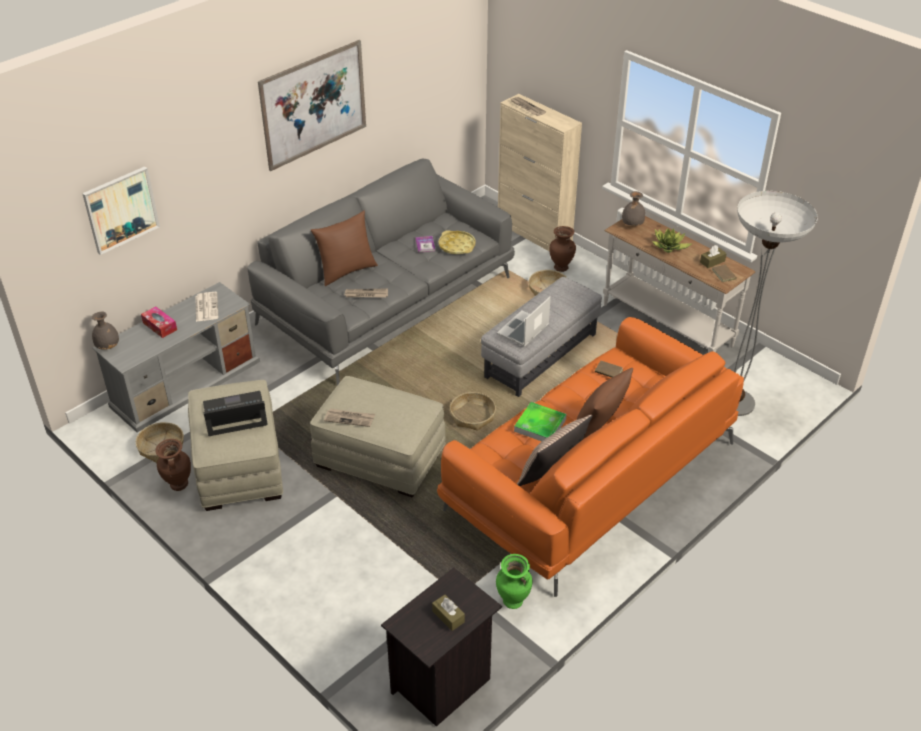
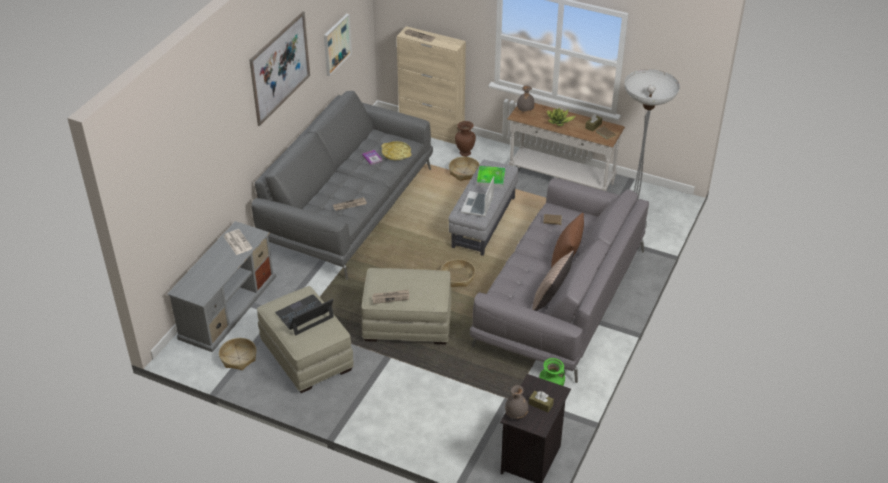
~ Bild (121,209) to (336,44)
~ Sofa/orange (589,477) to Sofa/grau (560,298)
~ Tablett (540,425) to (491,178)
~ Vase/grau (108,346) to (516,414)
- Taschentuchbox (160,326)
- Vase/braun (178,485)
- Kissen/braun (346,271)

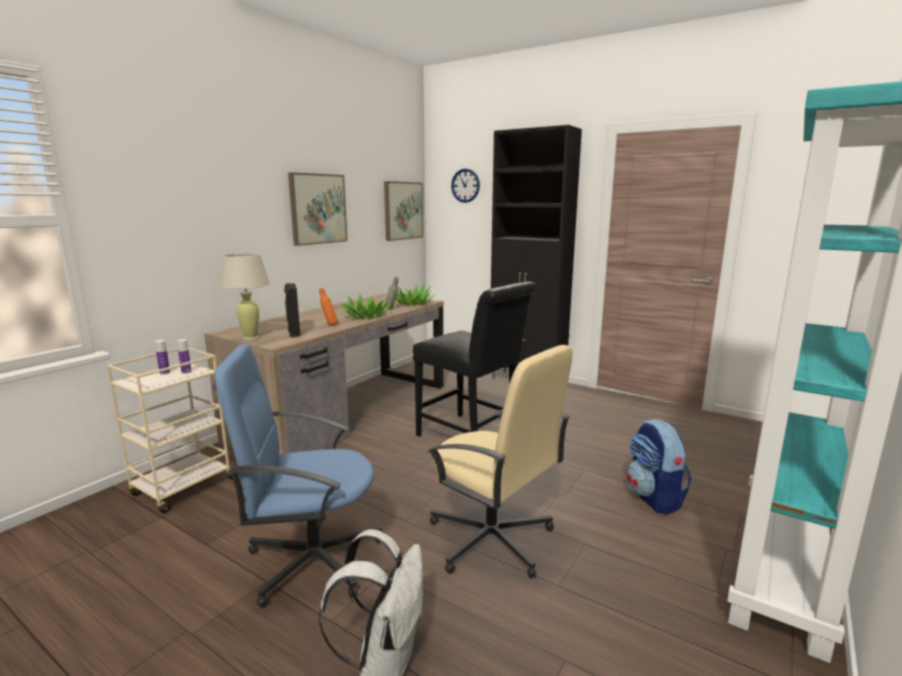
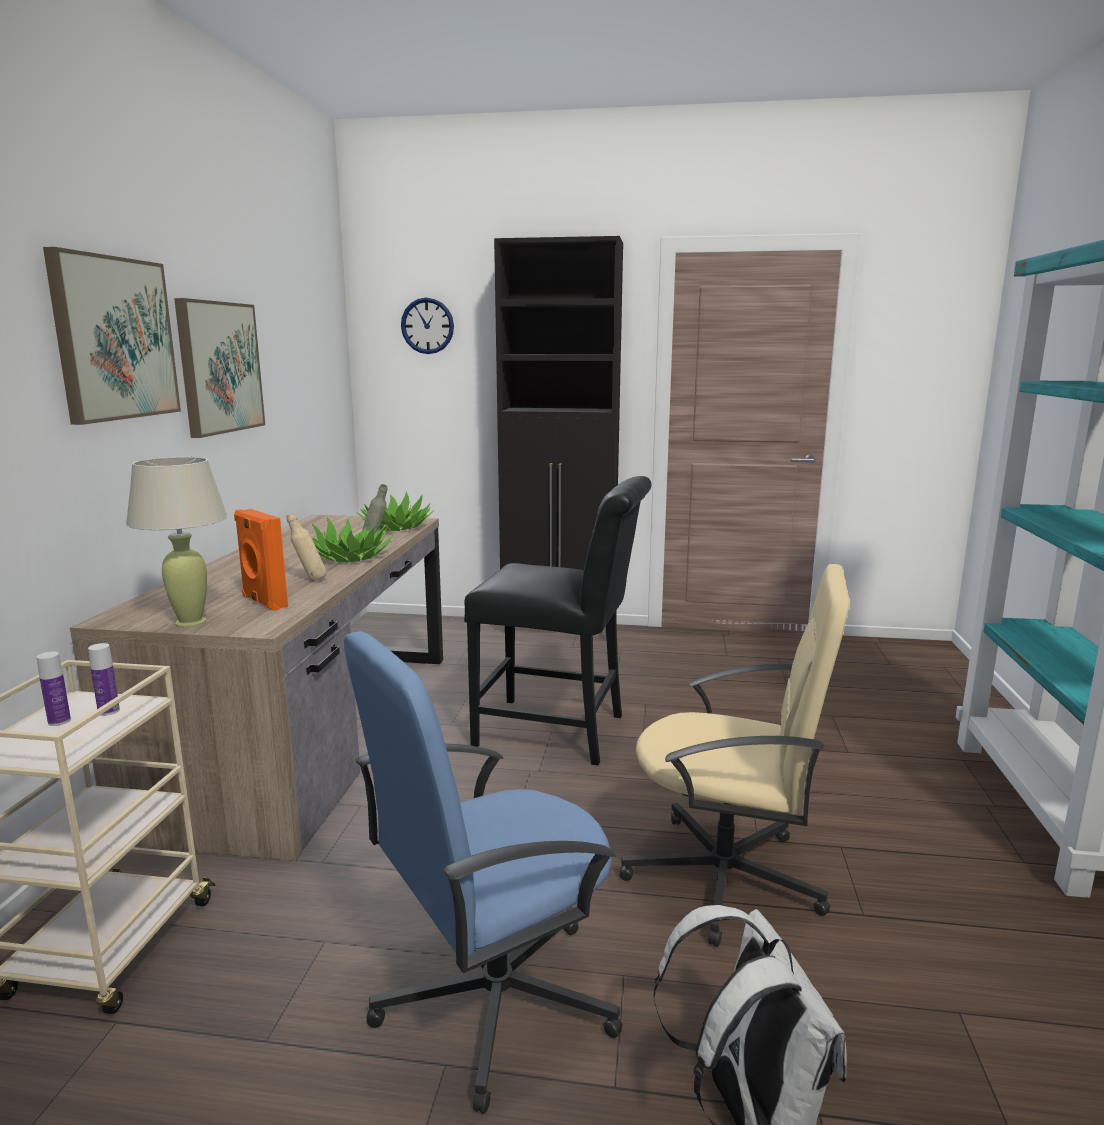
~ Bild (403,210) to (114,338)
~ Lautsprecher/schwarz (293,333) to Lautsprecher/orange (263,602)
~ Flasche/orange (329,325) to Flasche/beige (309,580)
- Rucksack (654,498)

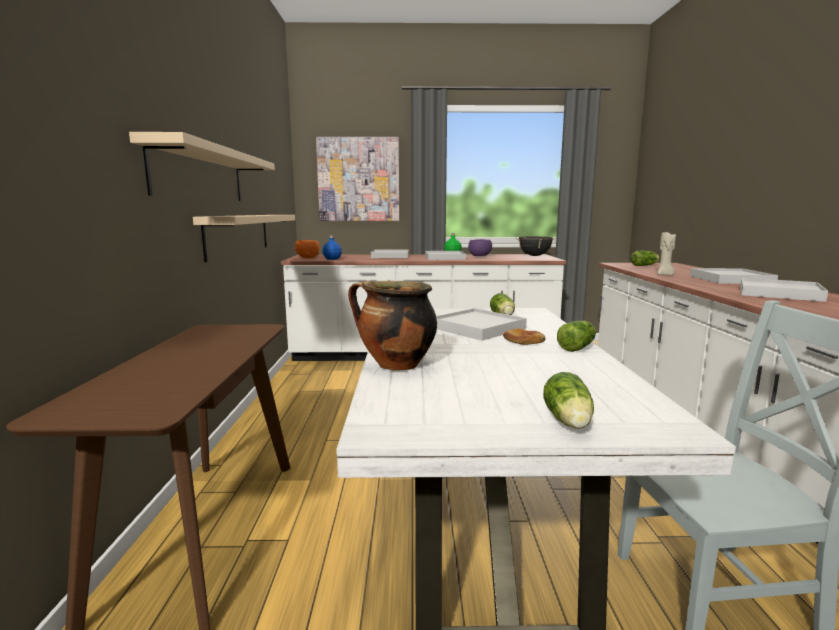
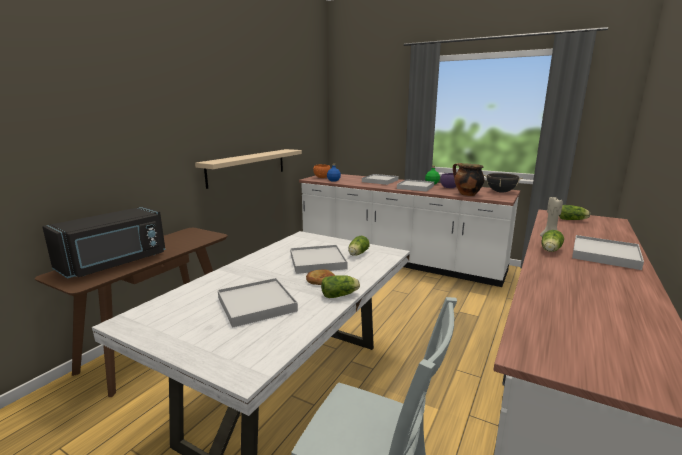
+ Mikrowelle/schwarz (115,263)
~ Tablett/weiß (779,293) to (257,304)
~ Kochtopf (395,365) to (466,194)
~ Salatkopf (568,422) to (550,250)
- Wandregal/beige (201,175)
- Bild (358,179)

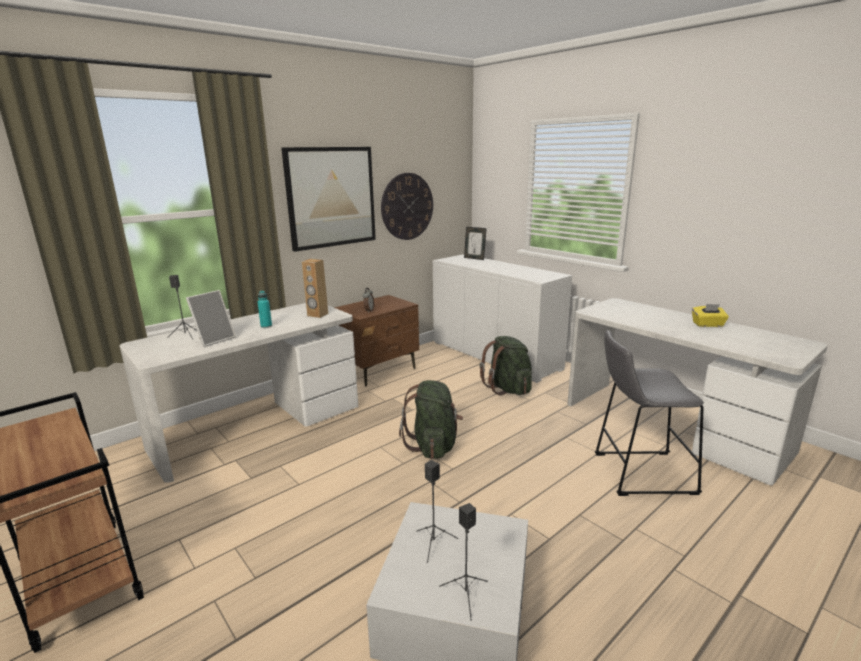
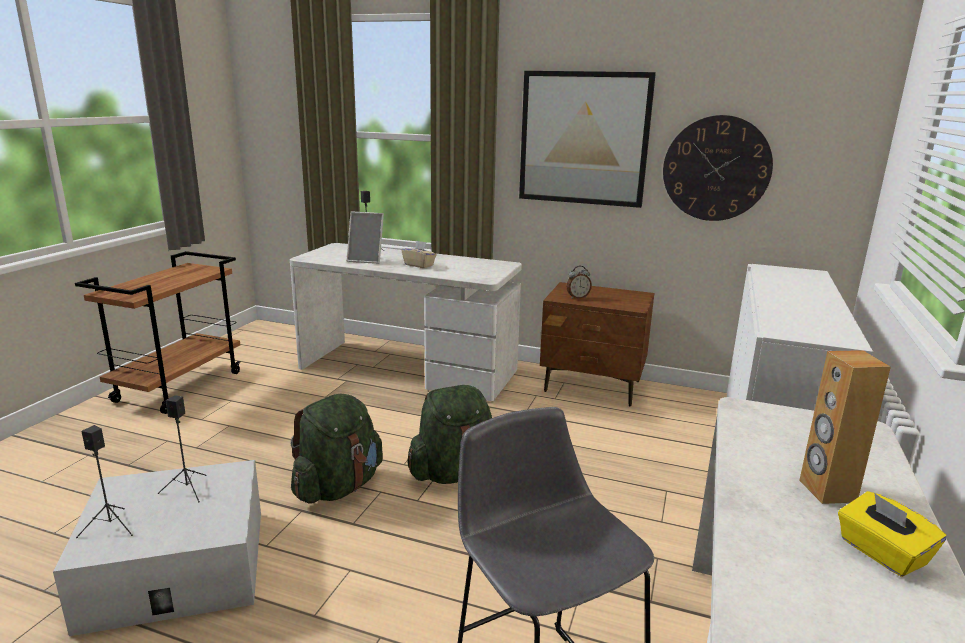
~ Rucksack/grün (508,389) to (338,487)
~ Flasche/türkis (266,326) to Taschentuchbox/beige (419,265)
~ Lautsprecher/braun (317,315) to (826,491)
- Bilderrahmen (474,258)

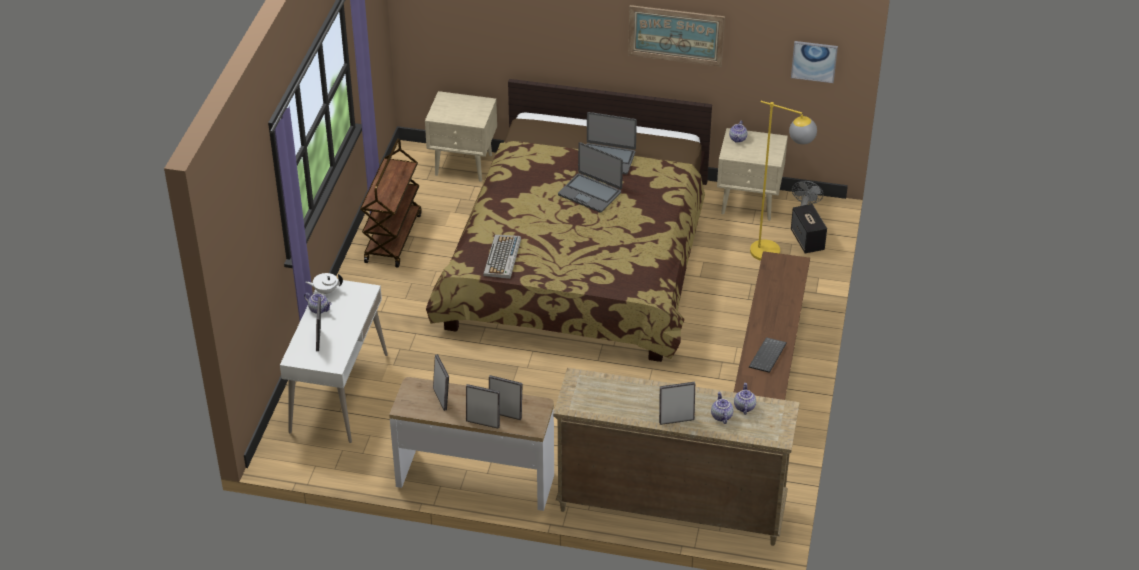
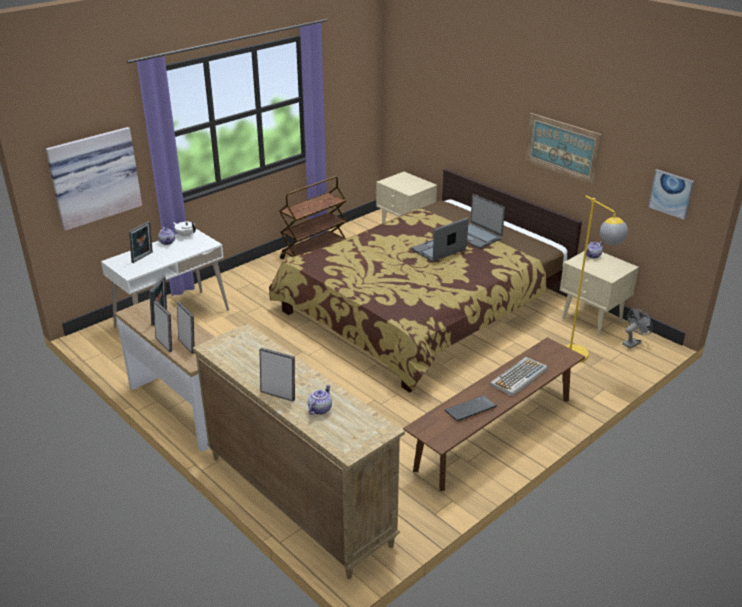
+ Bild (94,177)
~ Laptop (590,193) = (439,250) 75 degrees clockwise
~ Tastatur (502,258) to (518,377)
- Teekanne (743,407)
- Lautsprecher (807,240)

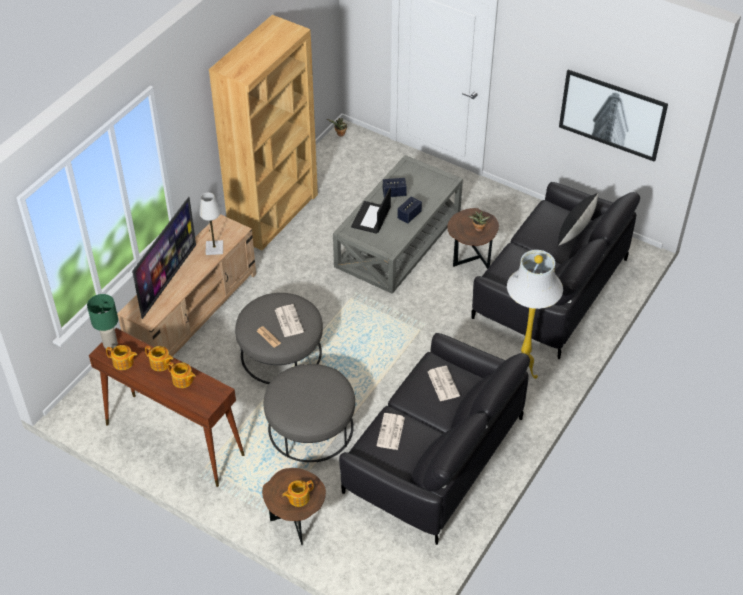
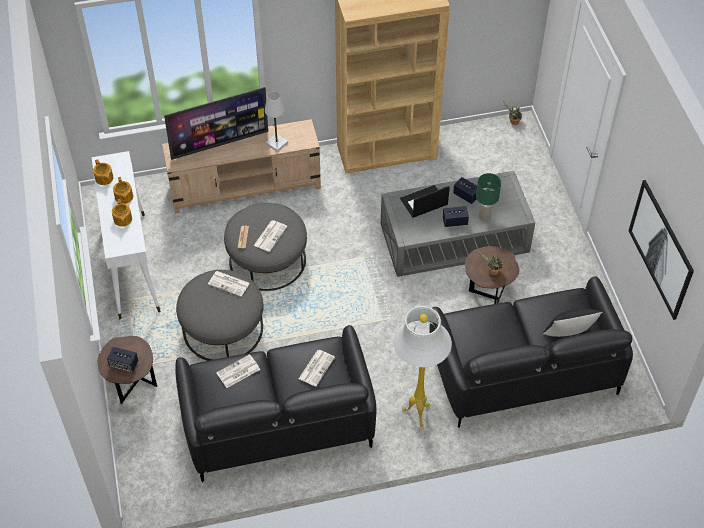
~ Konsolentisch/braun (173,439) to Konsolentisch/weiß (132,264)
~ Teekanne (298,497) to Lautsprecher (124,364)
+ Zeitung (229,284)
~ Tischlampe/grün (110,344) to (484,216)

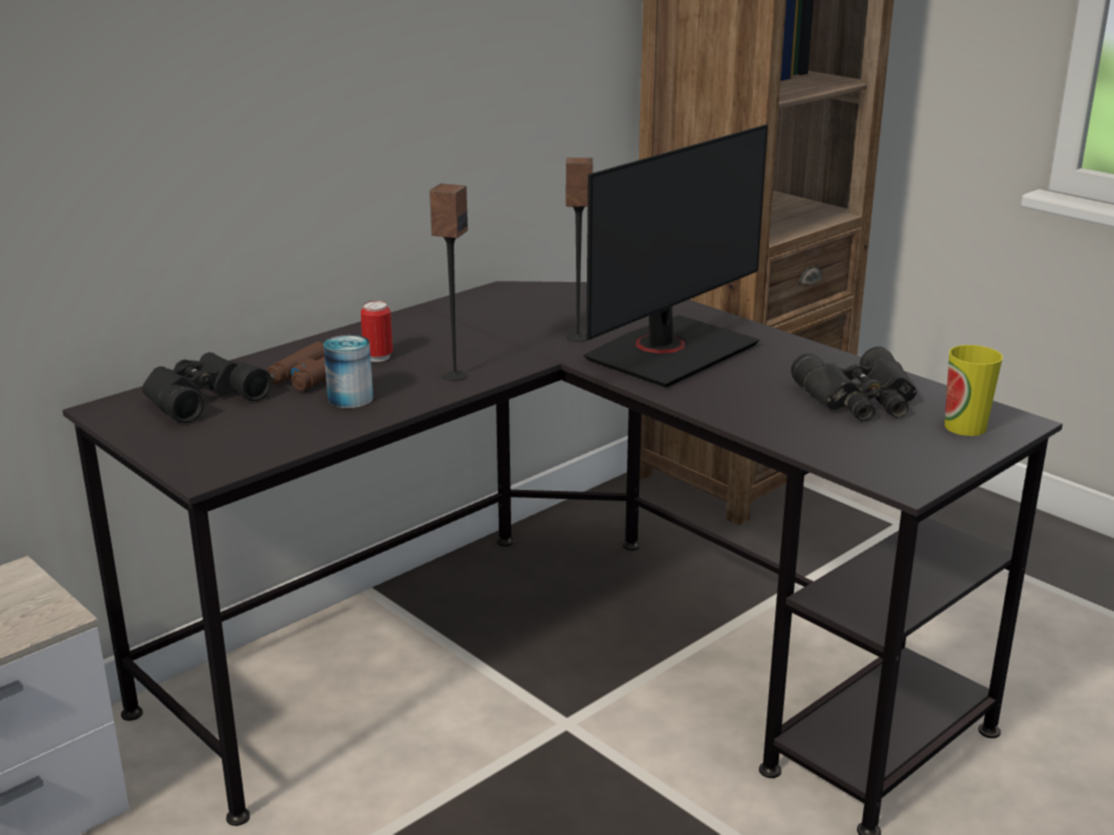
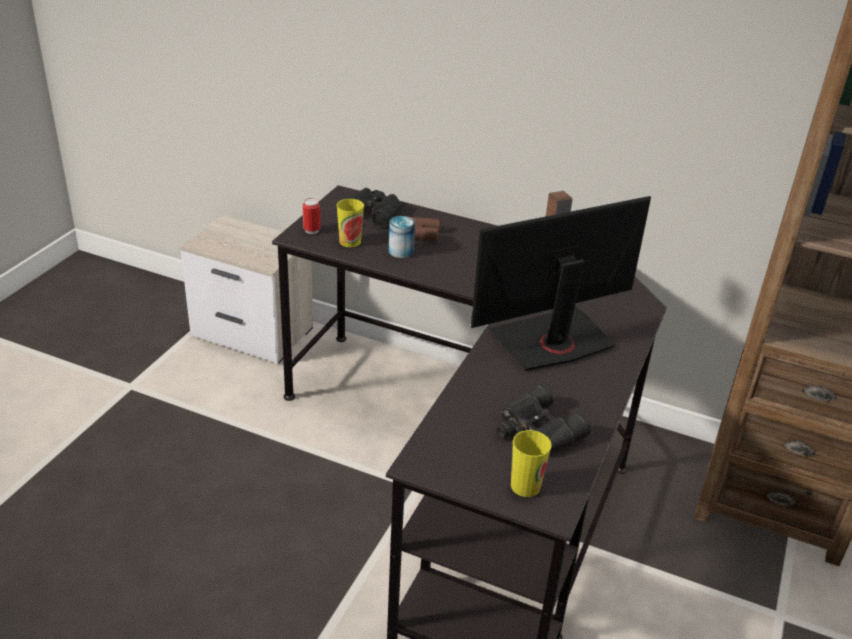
~ Dose (378,357) to (312,230)
+ Tasse (350,241)
~ Monitor (670,352) = (552,341) 135 degrees clockwise
- Lautsprecher (454,376)

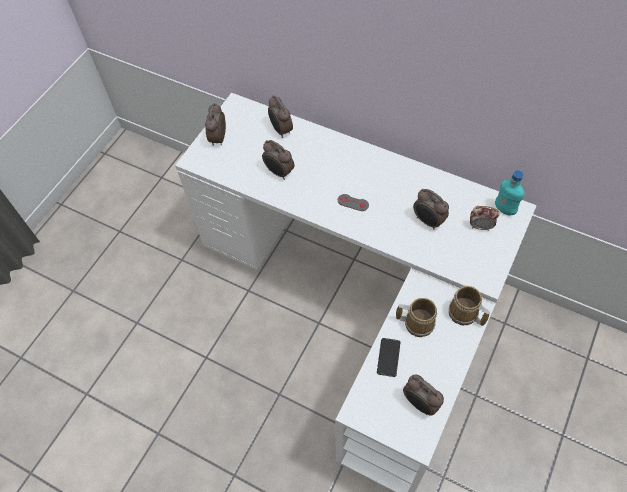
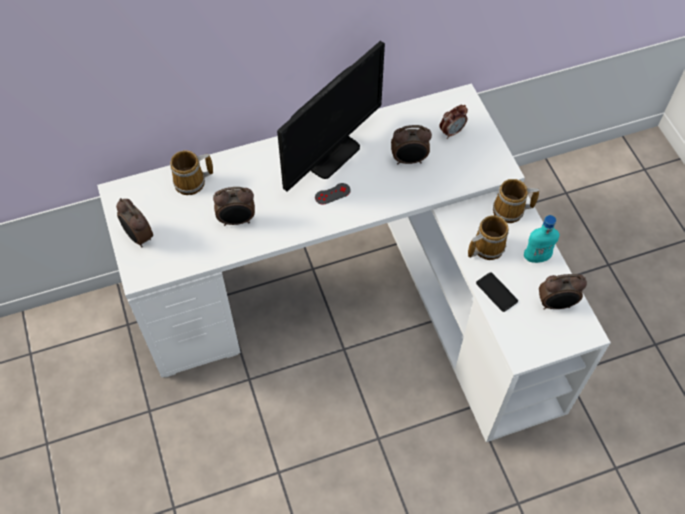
~ Wecker (281,130) to Henkelbecher (192,182)
+ Monitor (330,154)
~ Flasche/türkis (504,209) to (536,257)

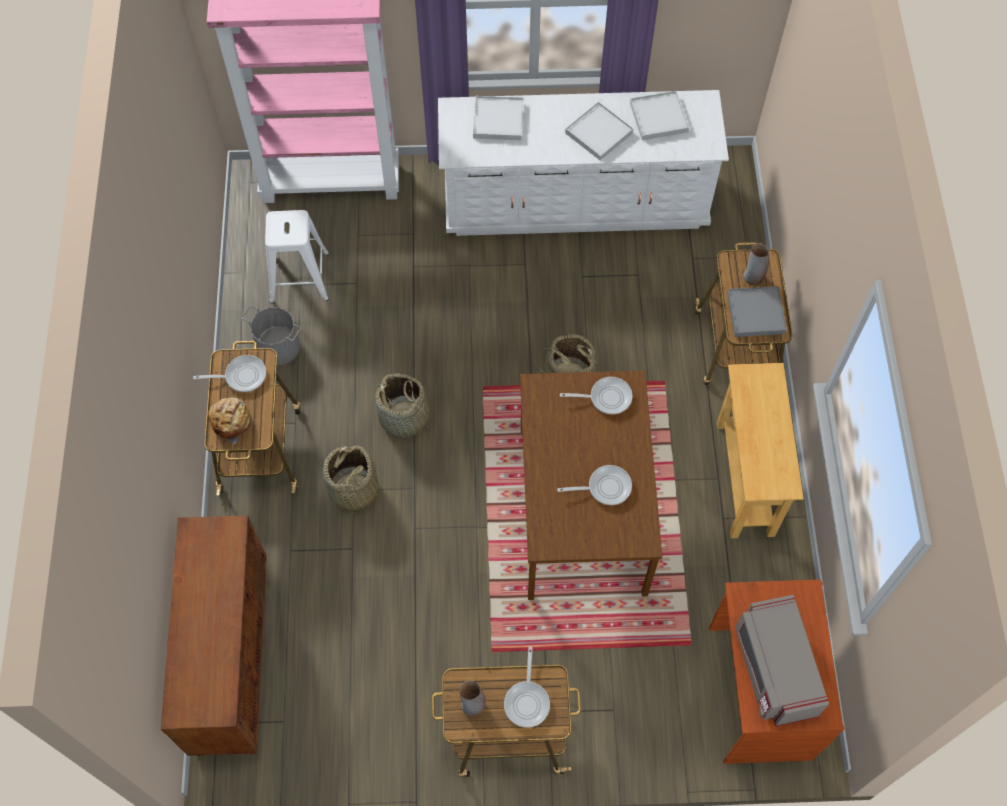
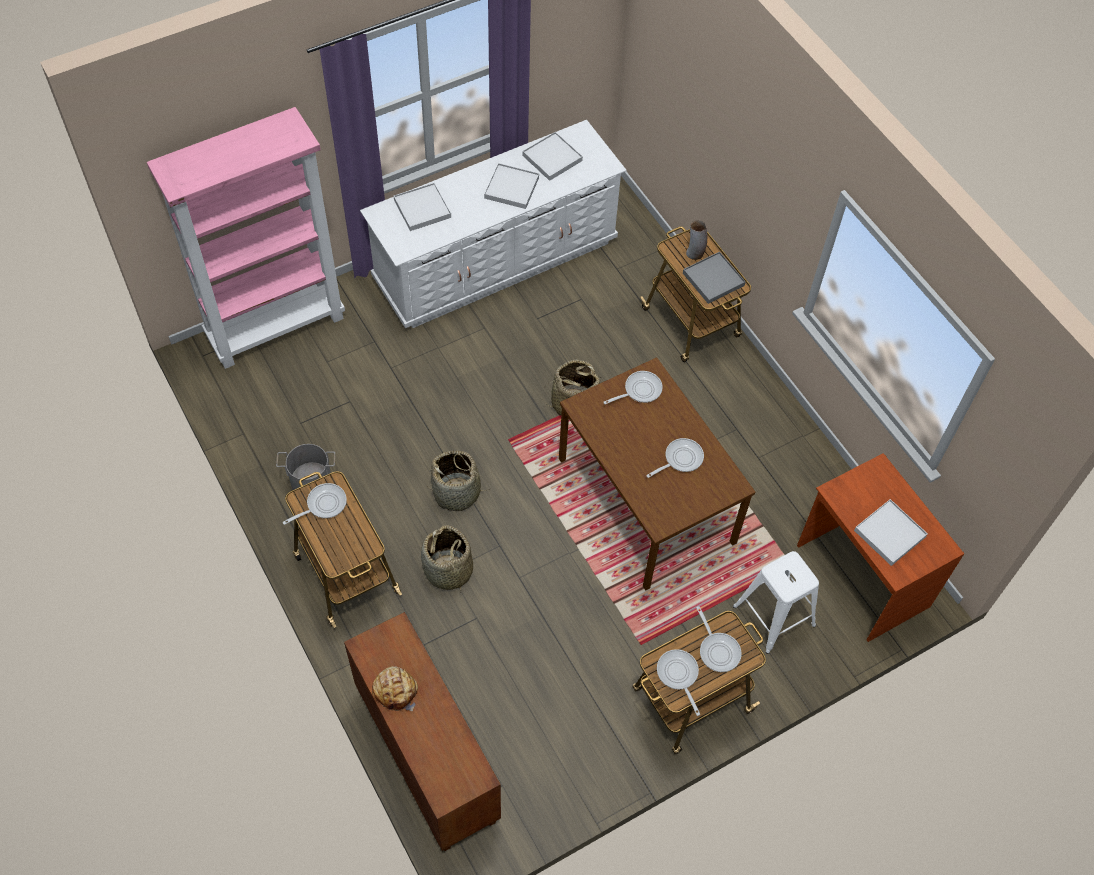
~ Brot (231,421) to (396,690)
~ Vase (473,706) to Pfanne (678,675)
~ Hocker/weiß (298,276) to (773,615)
~ Mikrowelle/grau (774,669) to Tablett/weiß (890,534)
- Konsolentisch/beige (745,478)

